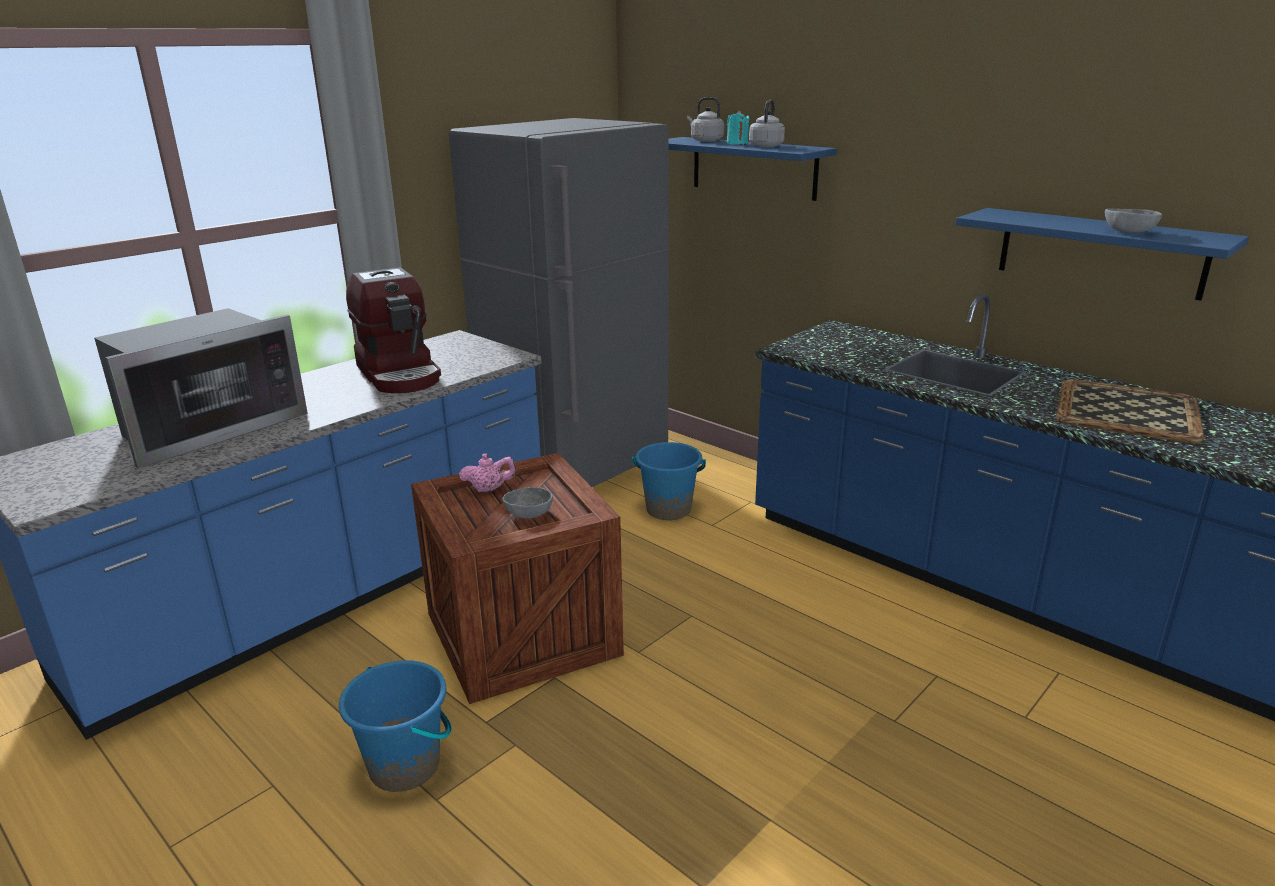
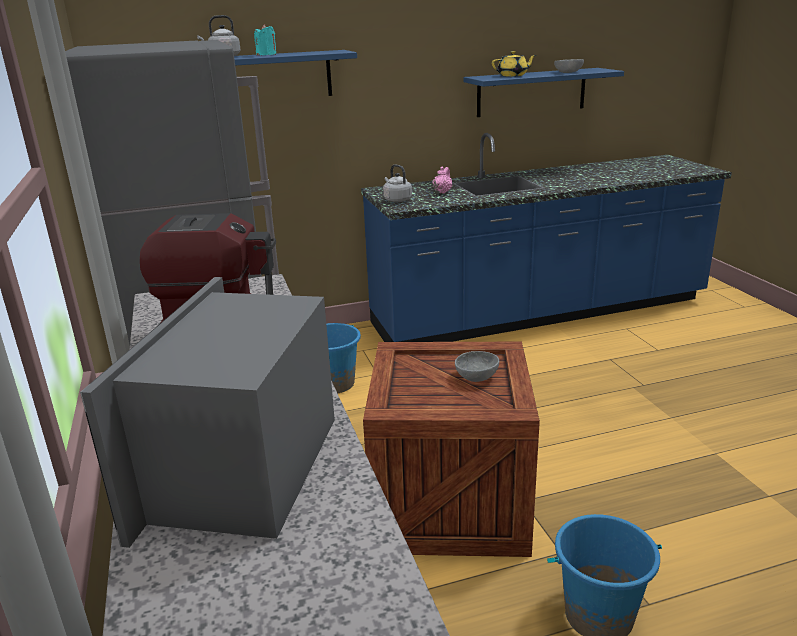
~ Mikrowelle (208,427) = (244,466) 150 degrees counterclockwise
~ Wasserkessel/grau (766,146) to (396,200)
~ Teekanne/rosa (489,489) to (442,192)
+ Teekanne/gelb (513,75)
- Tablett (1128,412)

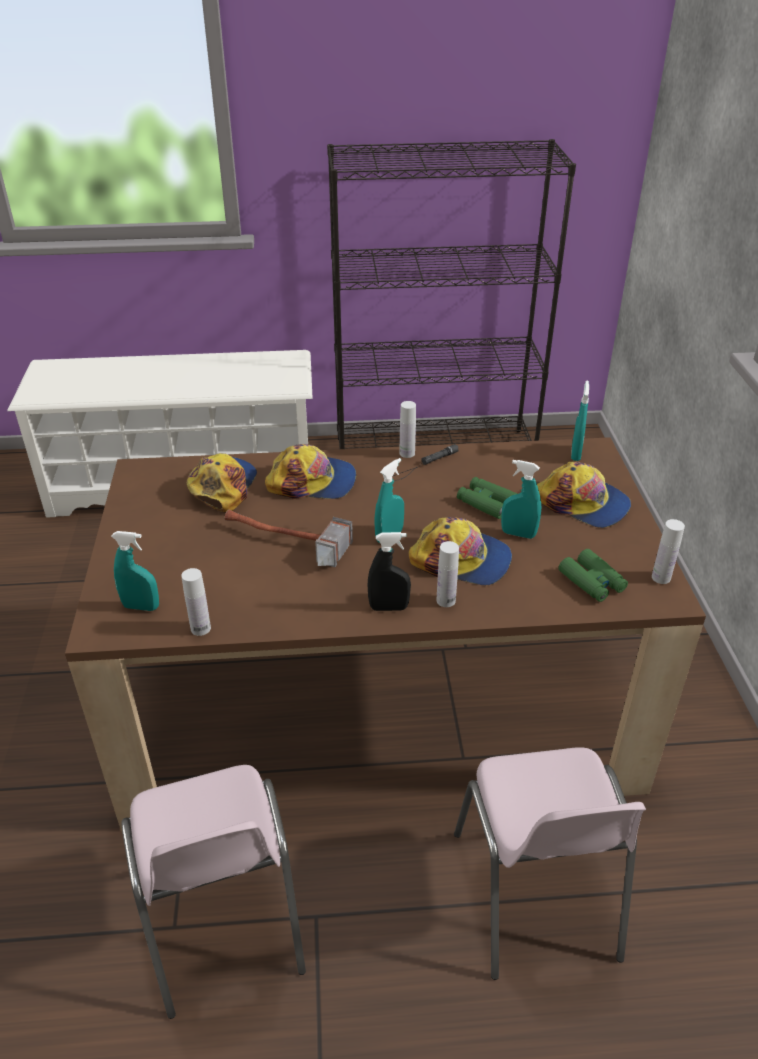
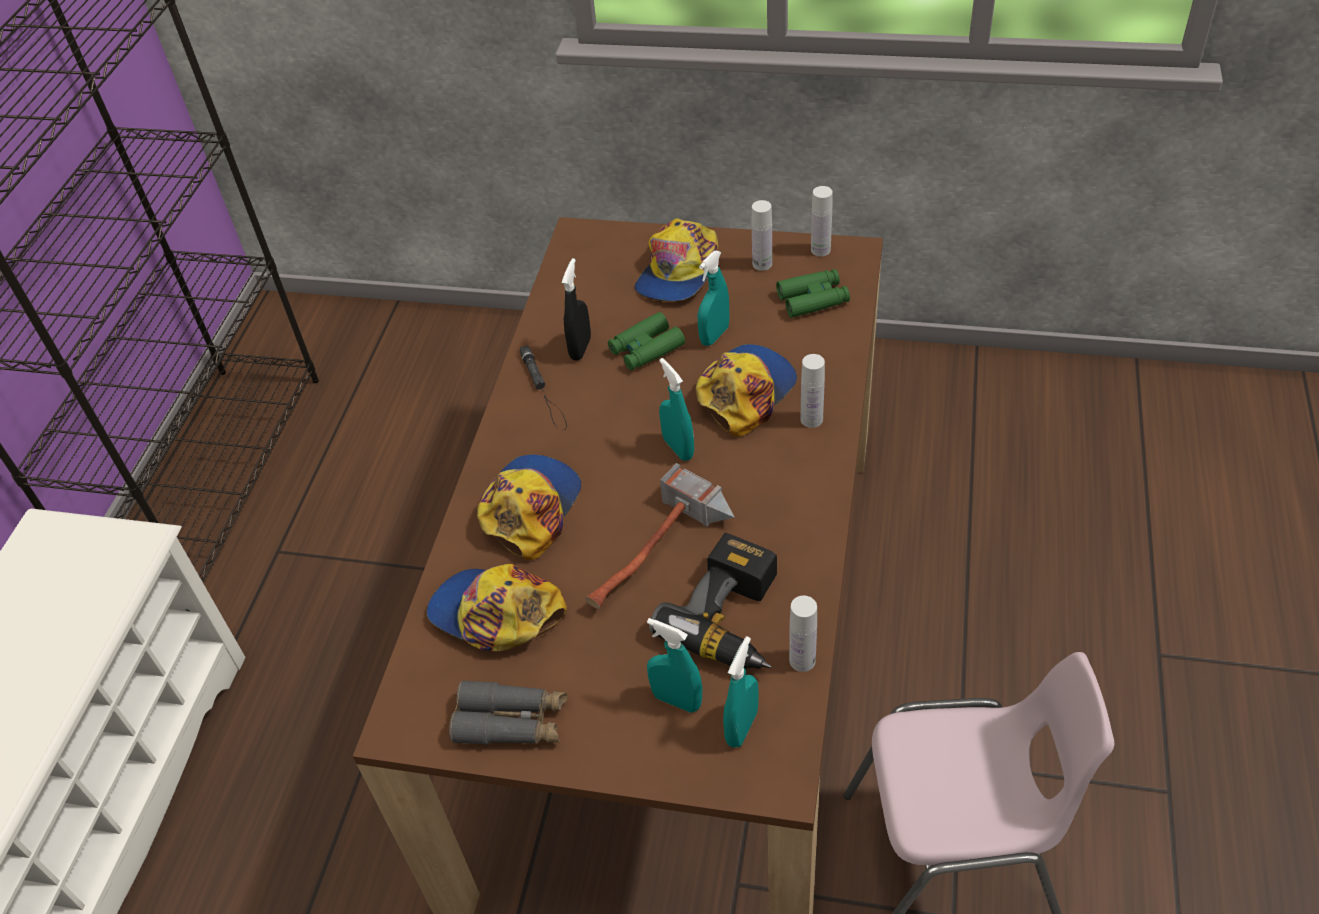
+ Fernglas/grau (512,722)
~ Sprühflasche/schwarz (389,607) to (580,348)
~ Kappe (583,503) = (678,271) 150 degrees clockwise
~ Sprühflasche/türkis (575,454) to (676,700)
+ Bohrmaschine (735,618)
~ Flasche/weiß (407,453) to (762,264)
- Stuhl/rosa (535,896)

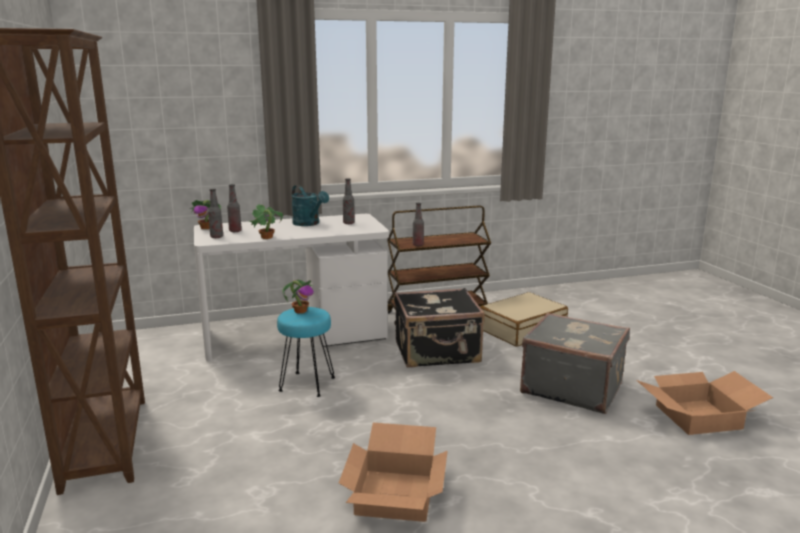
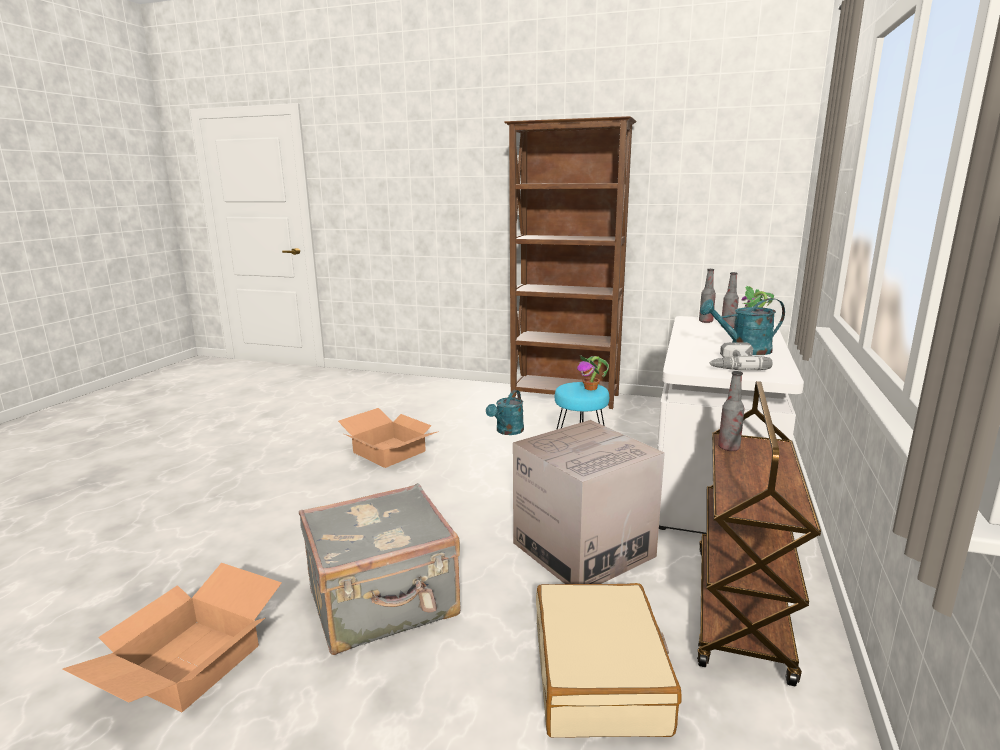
+ Gießkanne/türkis (507,431)
~ Koffer/schwarz (437,353) to Karton (583,550)
~ Flasche (349,223) to Bohrmaschine (732,364)
- Topfpflanze (266,237)

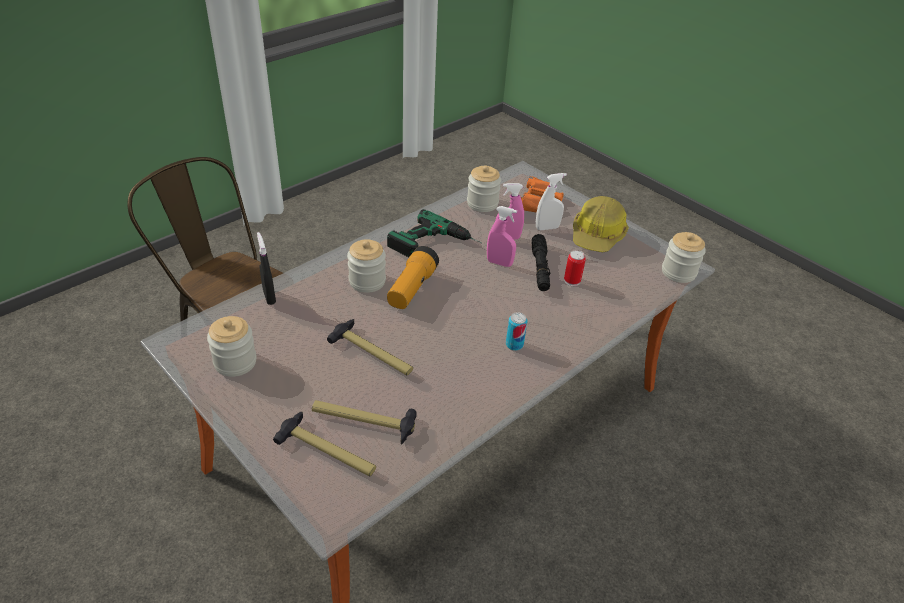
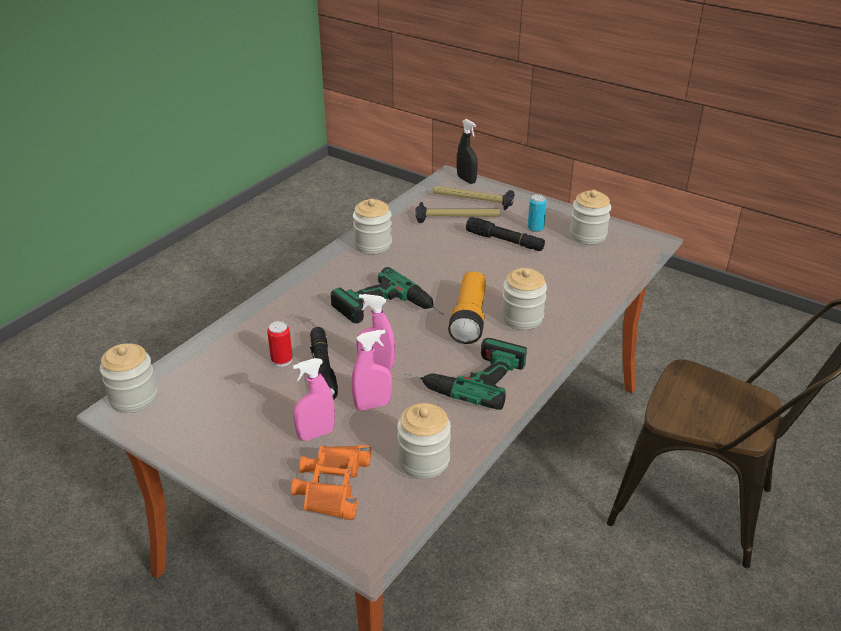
~ Sprühflasche/weiß (547,228) to Sprühflasche/rosa (316,434)
+ Bohrmaschine (390,311)
+ Vorratsglas (373,244)
~ Sprühflasche/schwarz (269,297) to (466,180)
+ Taschenlampe/schwarz (504,241)
~ Dose (514,345) to (535,228)
- Hammer (373,353)
- Schutzhelm (597,235)

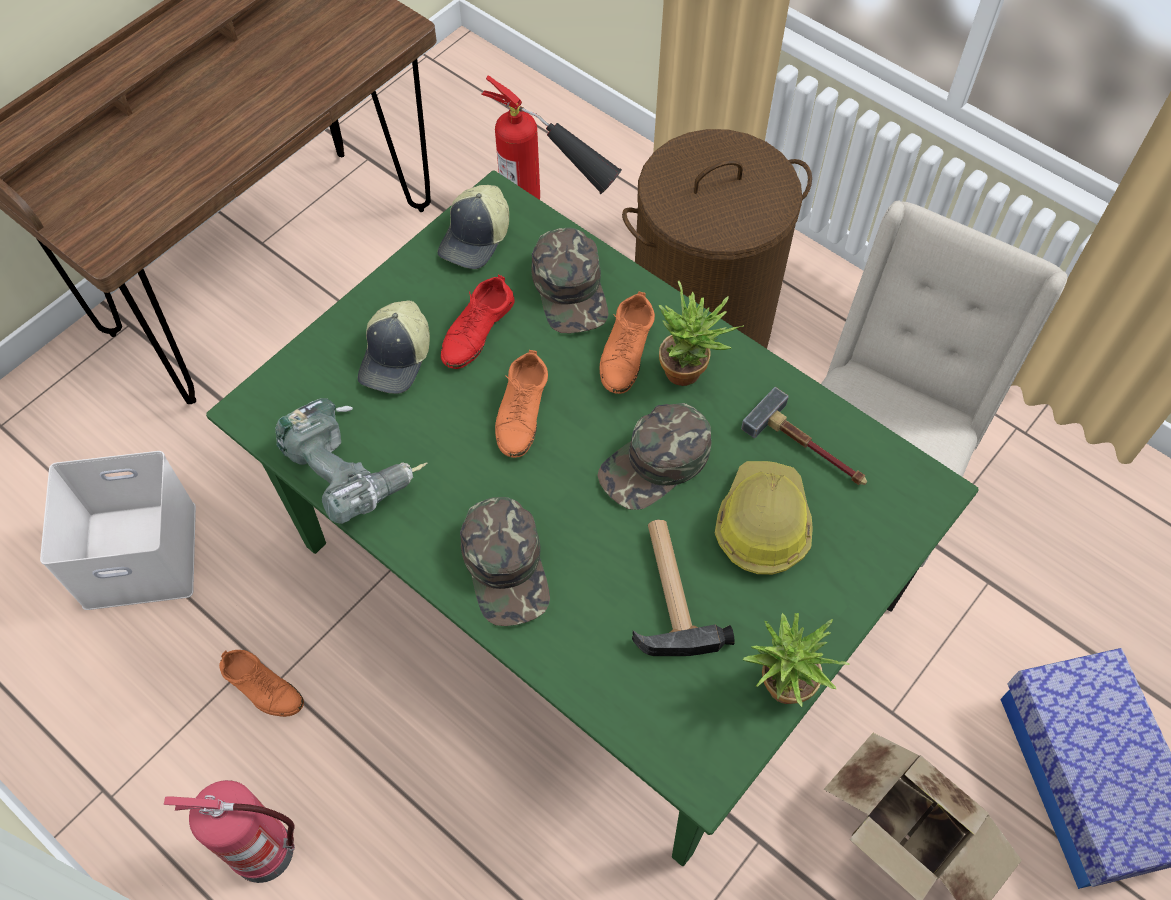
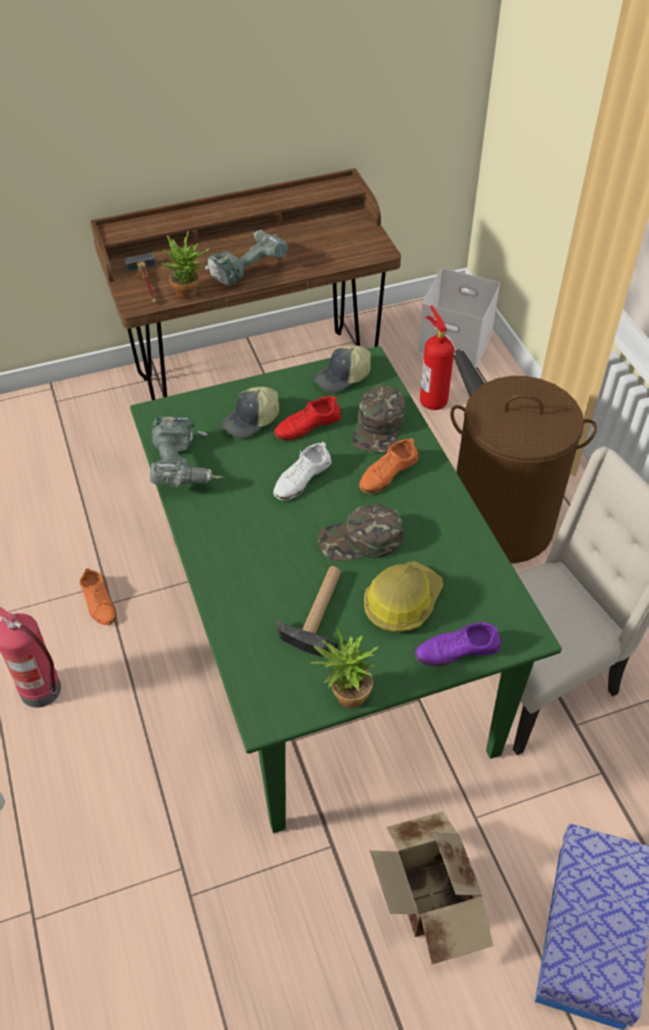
~ Hammer (809,449) to (147,284)
~ Topfpflanze (690,373) to (189,294)
+ Bohrmaschine (245,268)
~ Schuh/orange (522,411) to Schuh/weiß (302,478)
+ Schuh/lila (457,650)
~ Aufbewahrungsbox/weiß (143,552) to (457,341)
- Kappe/grün (507,567)

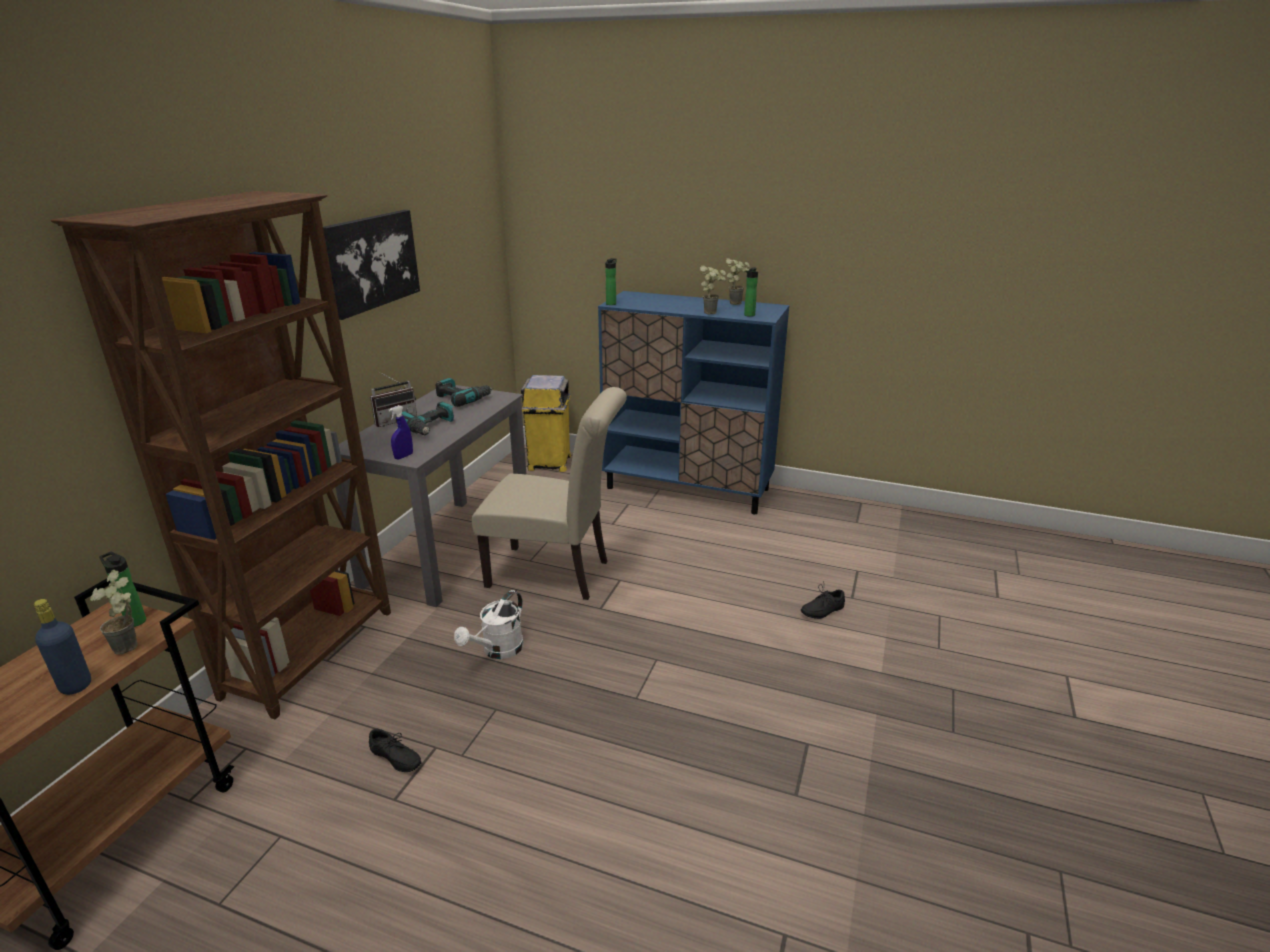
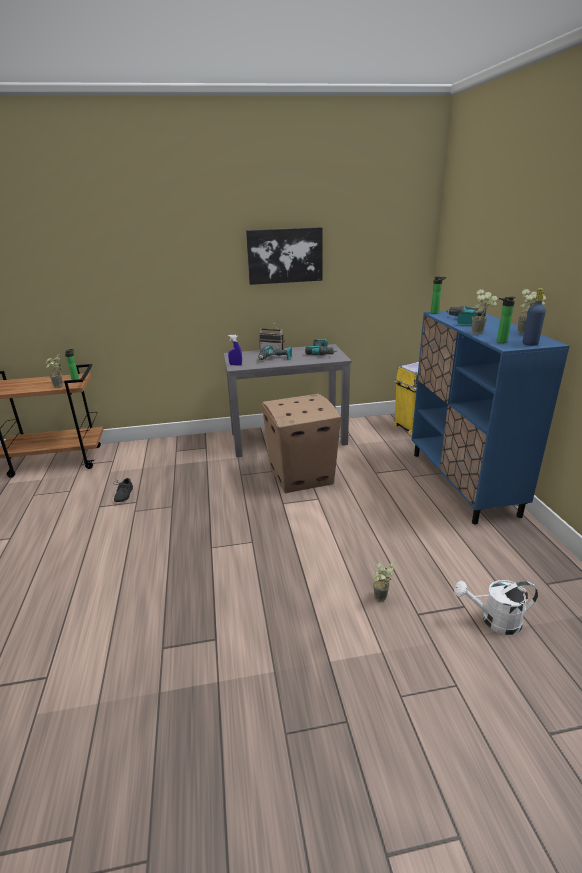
~ Stuhl/beige (556,574) to Karton (300,476)
~ Schuh/schwarz (821,610) to Topfpflanze (380,600)
+ Bohrmaschine (464,321)
~ Gießkanne/weiß (498,651) to (494,621)
~ Flasche/blau (76,685) to (530,344)
- Bücherregal/braun (313,652)

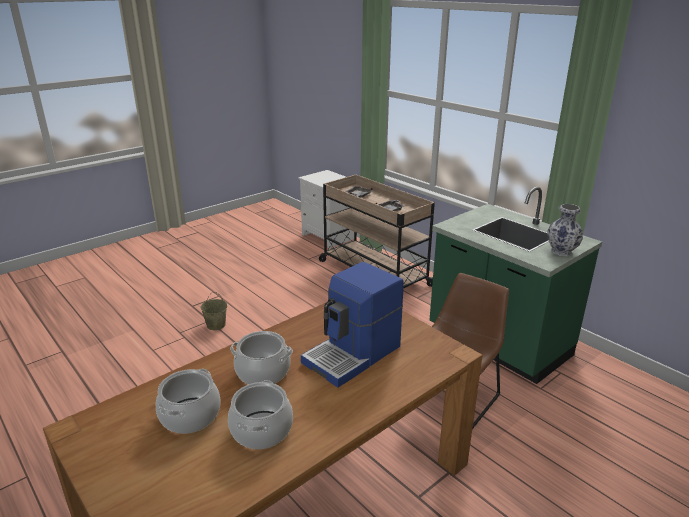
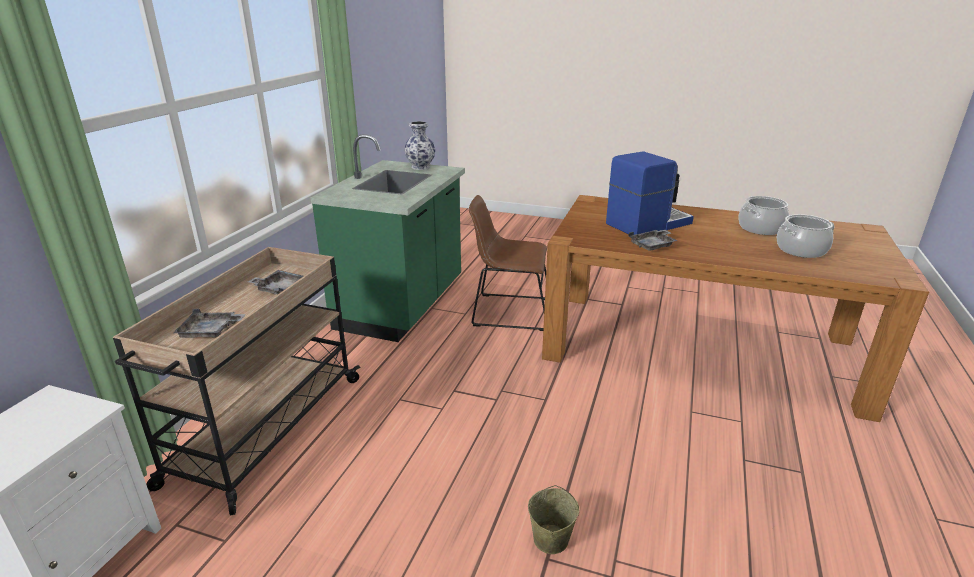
~ Kaffeemaschine (353,355) = (647,223) 45 degrees counterclockwise
+ Tablett/grau (653,245)
- Kochtopf (263,372)

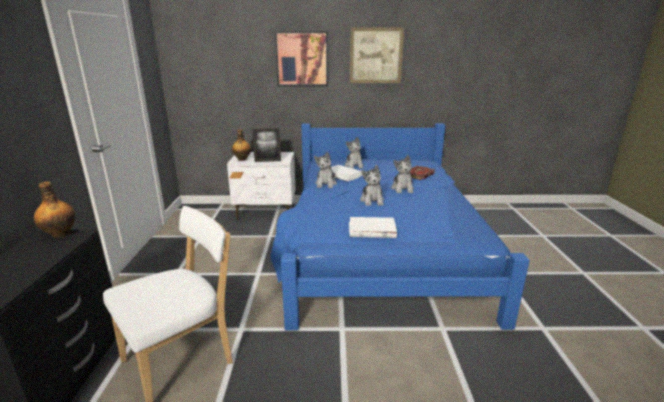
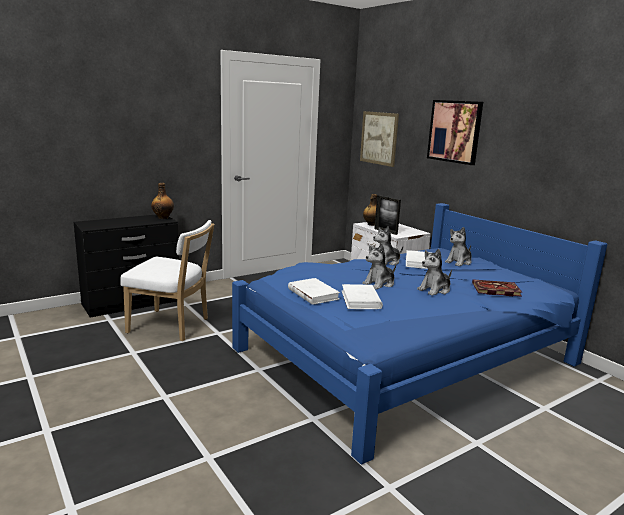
+ Buch/weiß (360,300)
~ Bild (376,55) to (379,138)

